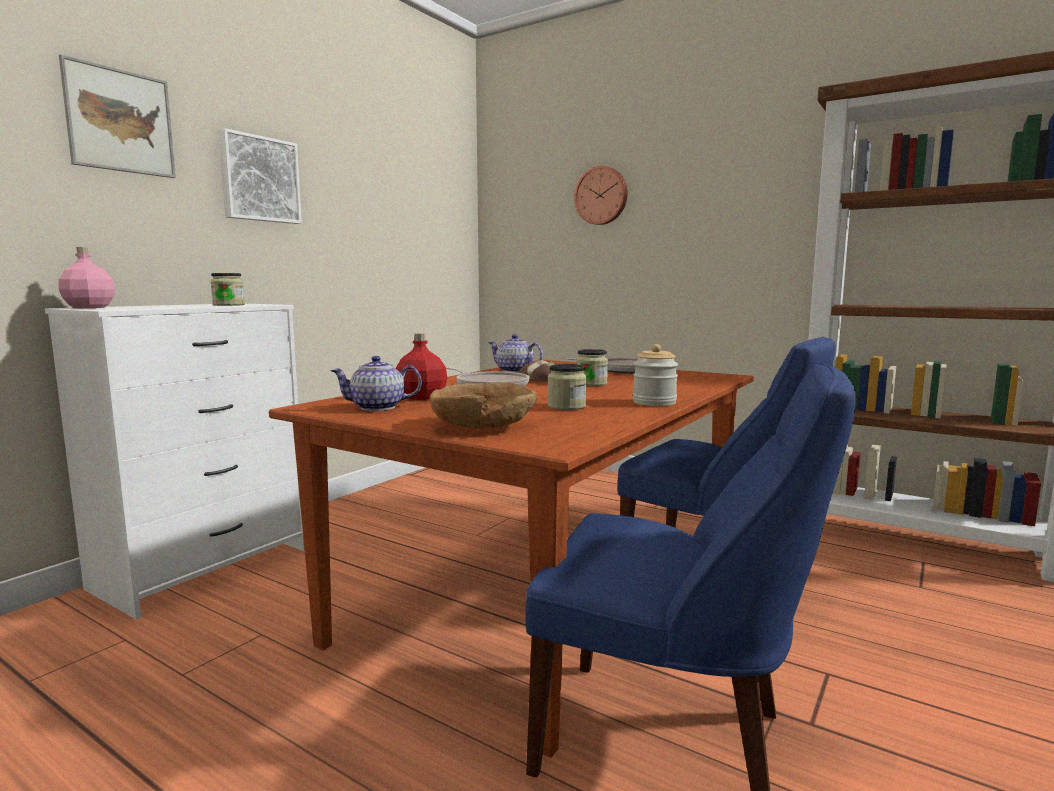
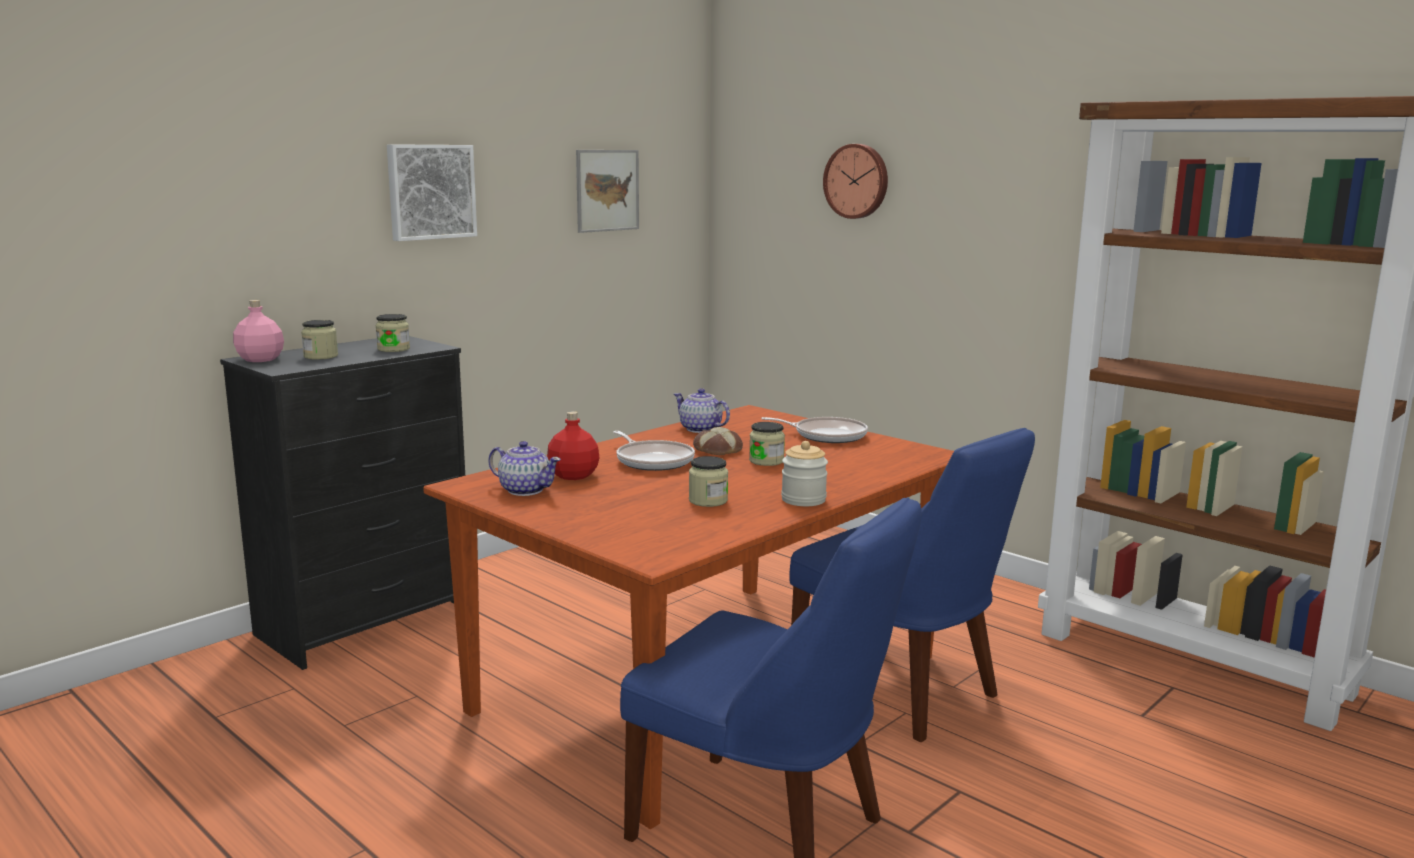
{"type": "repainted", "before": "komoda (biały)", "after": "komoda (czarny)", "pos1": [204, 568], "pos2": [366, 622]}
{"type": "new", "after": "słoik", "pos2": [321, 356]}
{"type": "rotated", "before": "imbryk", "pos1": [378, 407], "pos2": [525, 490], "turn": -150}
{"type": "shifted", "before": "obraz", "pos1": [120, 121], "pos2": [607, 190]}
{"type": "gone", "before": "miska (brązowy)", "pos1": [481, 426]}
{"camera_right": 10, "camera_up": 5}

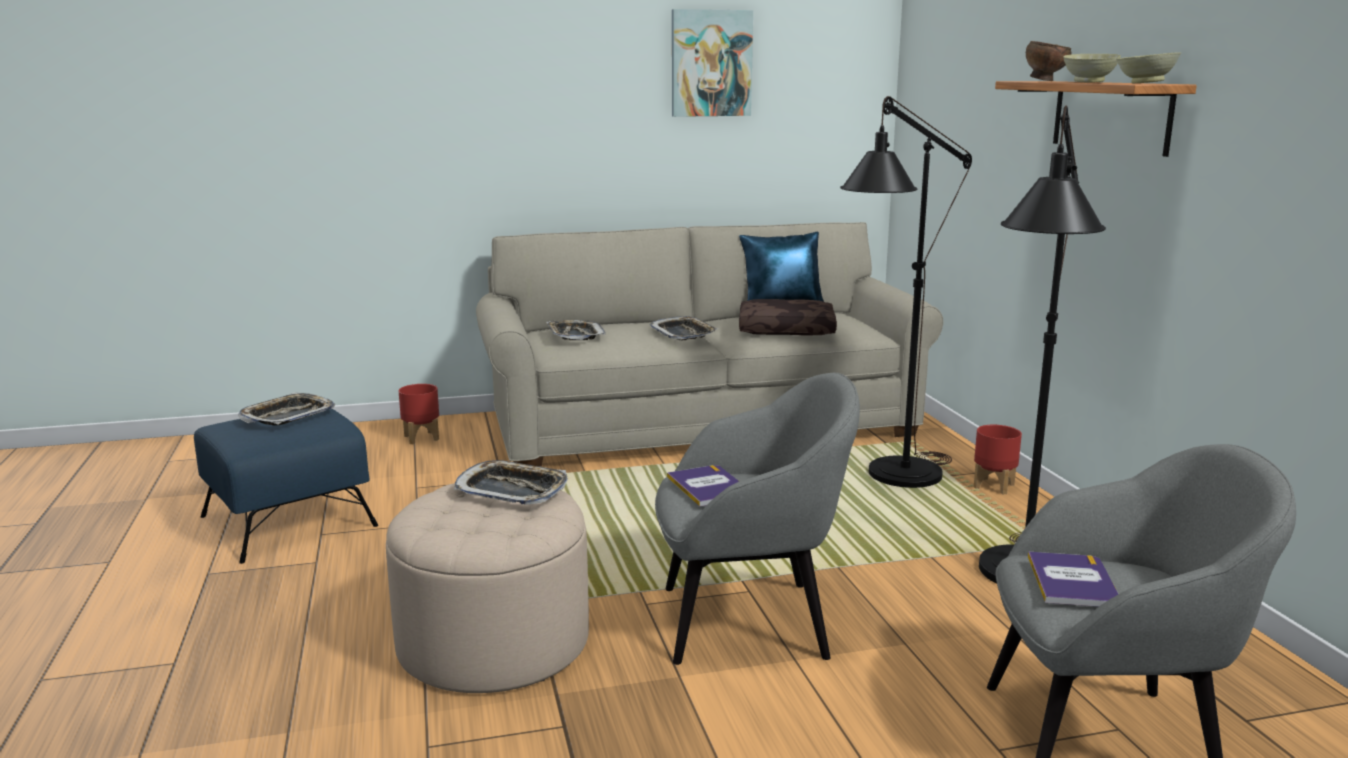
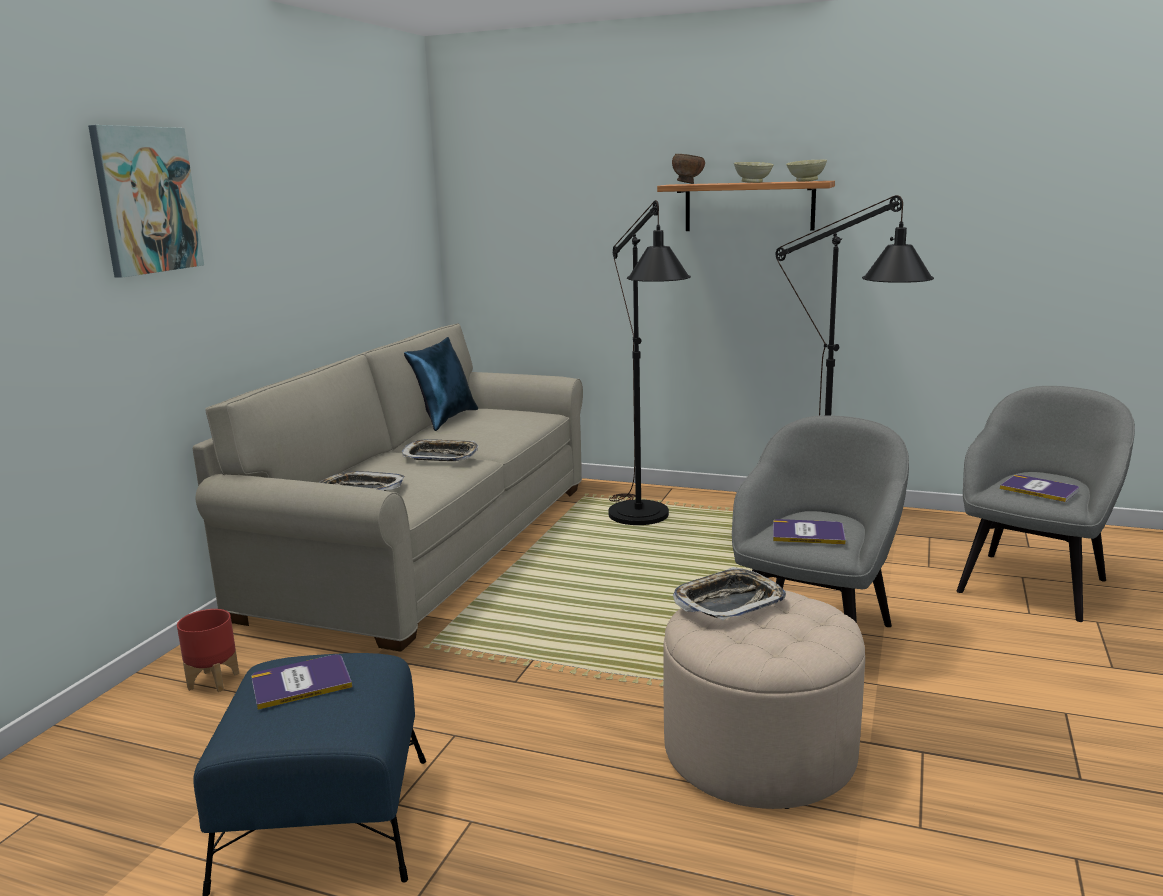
{"type": "shifted", "before": "obraz", "pos1": [711, 63], "pos2": [146, 200]}
{"type": "swapped", "before": "taca", "after": "książka", "pos1": [287, 416], "pos2": [301, 682]}
{"type": "gone", "before": "poduszka (brązowy)", "pos1": [787, 330]}
{"type": "gone", "before": "donica (czerwony)", "pos1": [994, 486]}
{"camera_right": -55, "camera_up": 0}

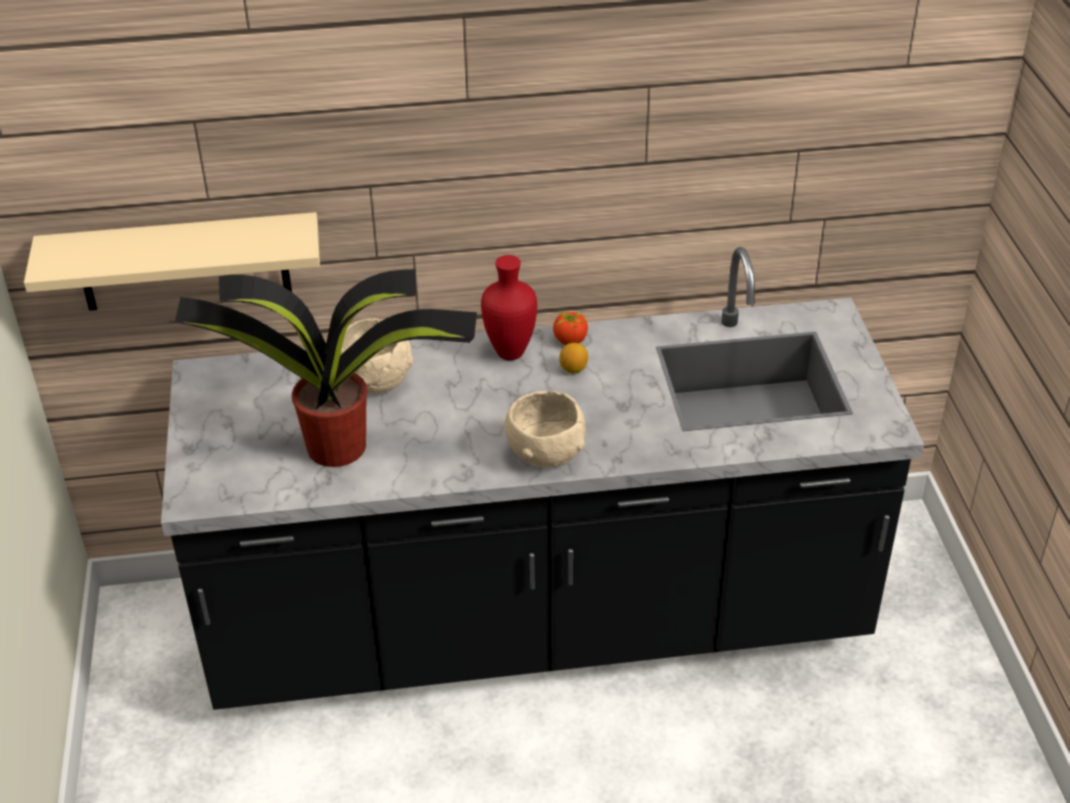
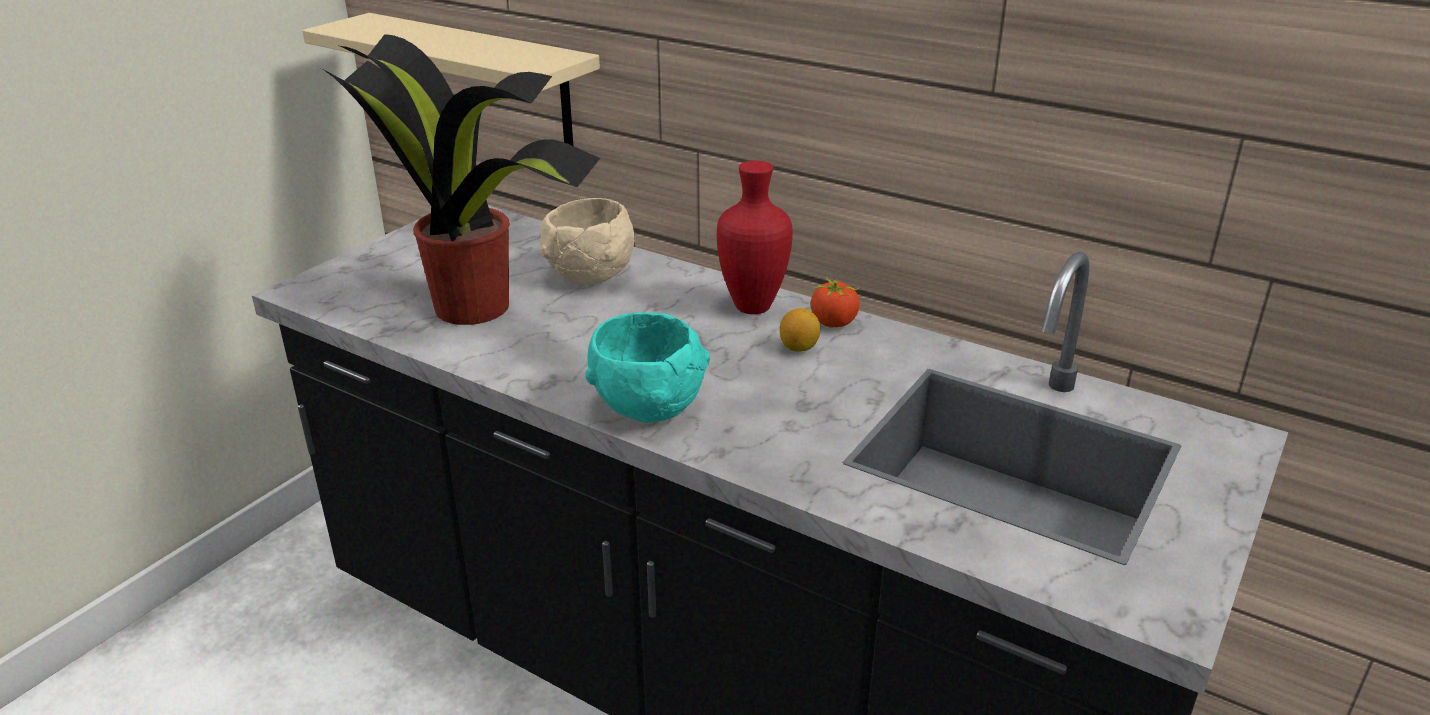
{"type": "repainted", "before": "miska (beżowy)", "after": "miska (turkusowy)", "pos1": [545, 455], "pos2": [647, 408]}
{"camera_right": 40, "camera_up": -10}

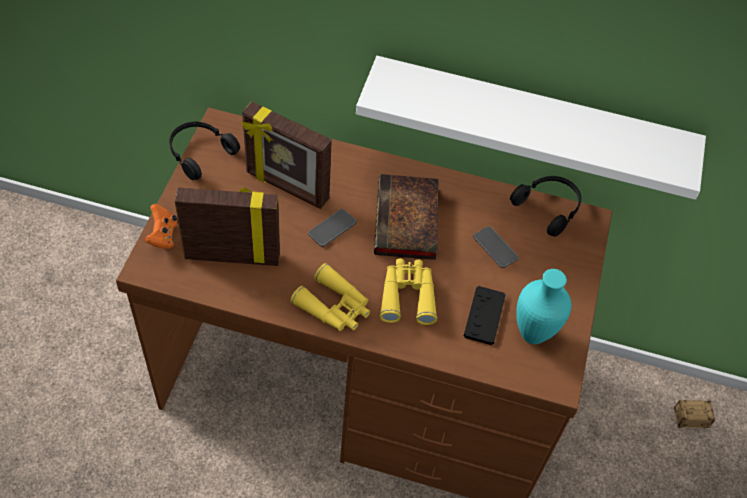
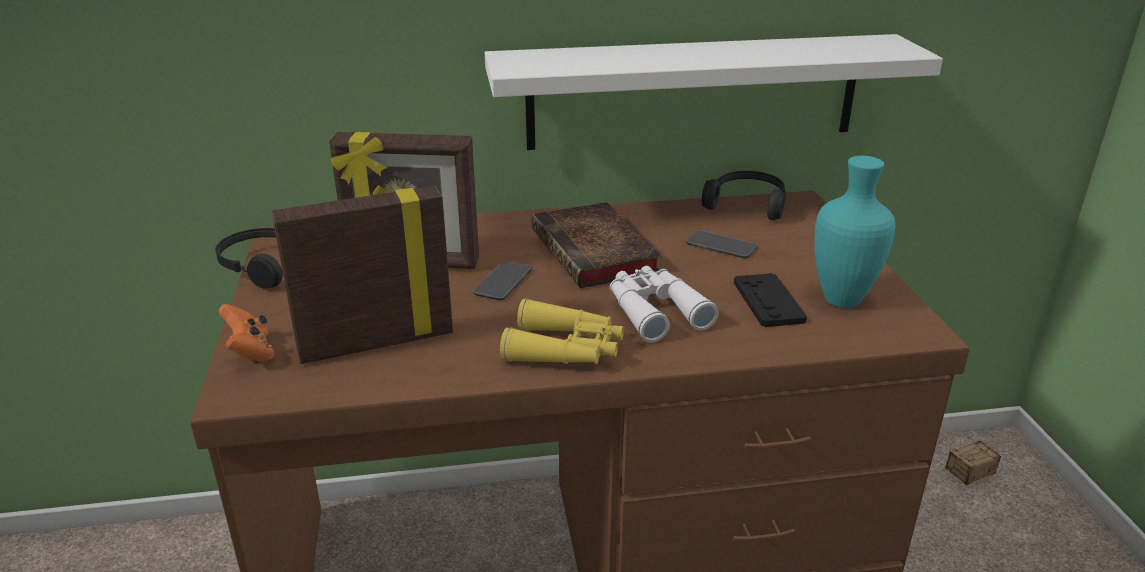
{"type": "repainted", "before": "lornetka (żółty)", "after": "lornetka (biały)", "pos1": [407, 295], "pos2": [655, 311]}
{"camera_right": -20, "camera_up": -25}

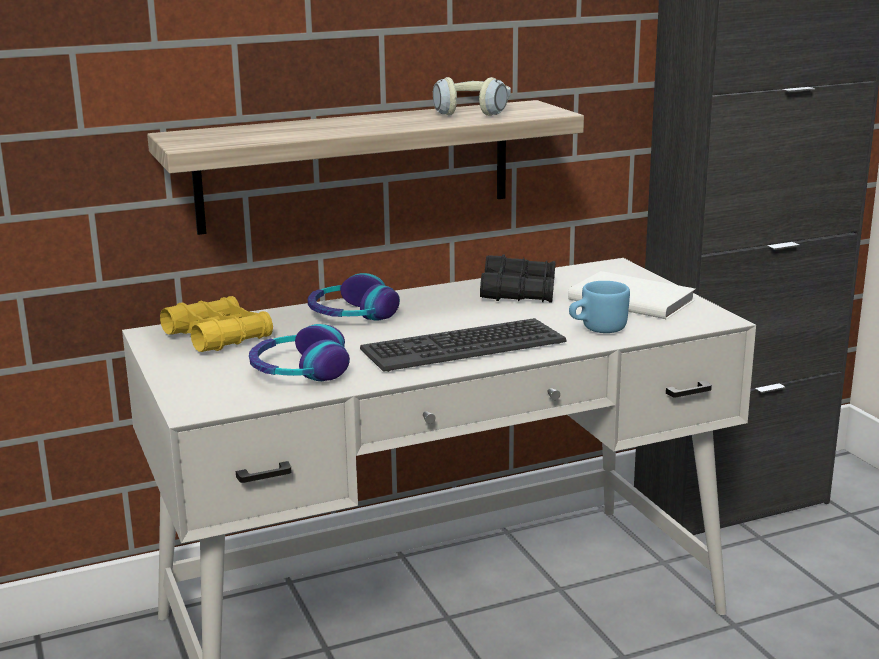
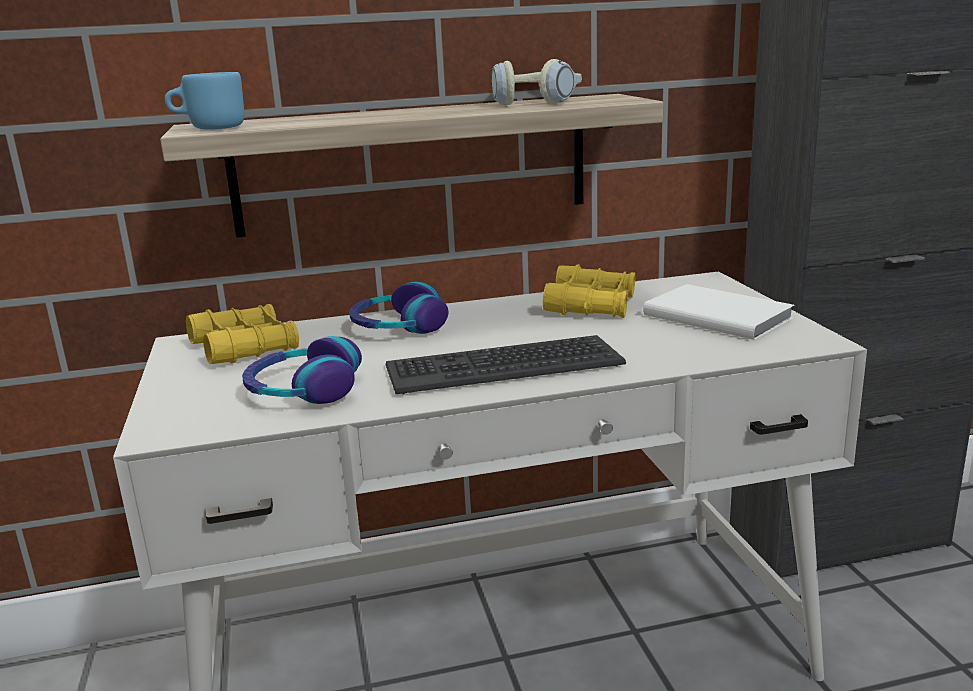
{"type": "shifted", "before": "kubek (niebieski)", "pos1": [597, 329], "pos2": [209, 128]}
{"type": "repainted", "before": "lornetka (czarny)", "after": "lornetka (żółty)", "pos1": [519, 291], "pos2": [591, 305]}
{"camera_right": 10, "camera_up": 0}

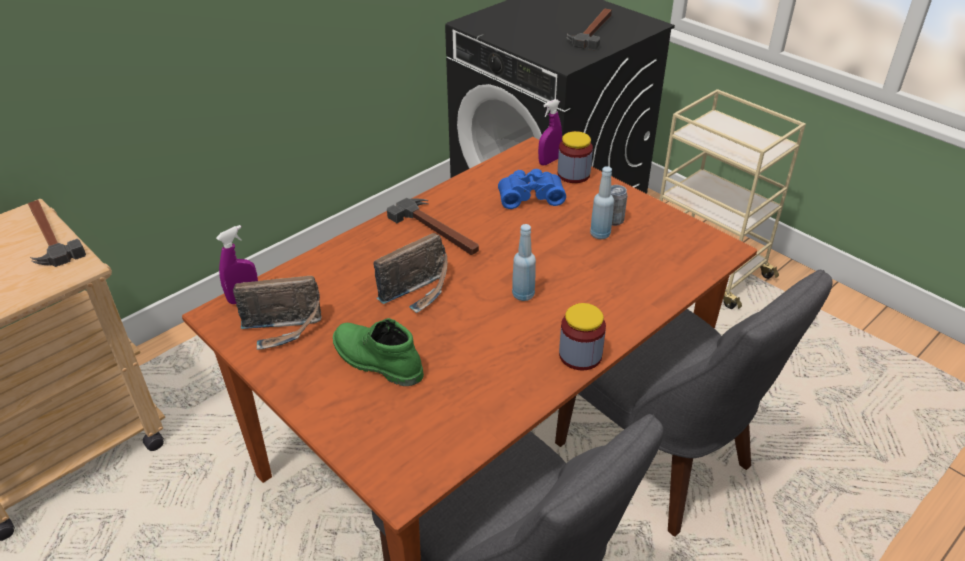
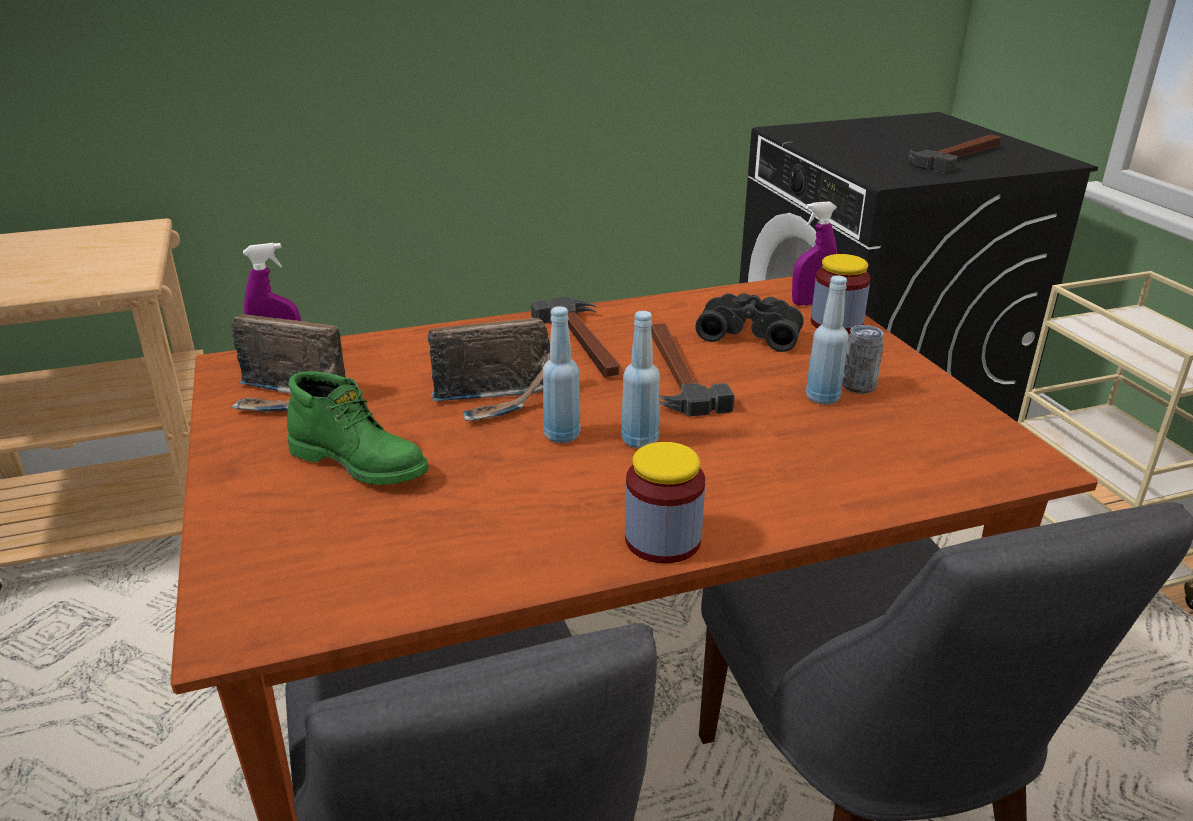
{"type": "rotated", "before": "but z cholewką (zielony)", "pos1": [376, 362], "pos2": [361, 463], "turn": 150}
{"type": "new", "after": "butelka (niebieski)", "pos2": [561, 435]}
{"type": "shifted", "before": "młotek", "pos1": [48, 235], "pos2": [675, 373]}
{"type": "repainted", "before": "lornetka (niebieski)", "after": "lornetka (czarny)", "pos1": [530, 195], "pos2": [750, 333]}
{"camera_right": 25, "camera_up": -10}

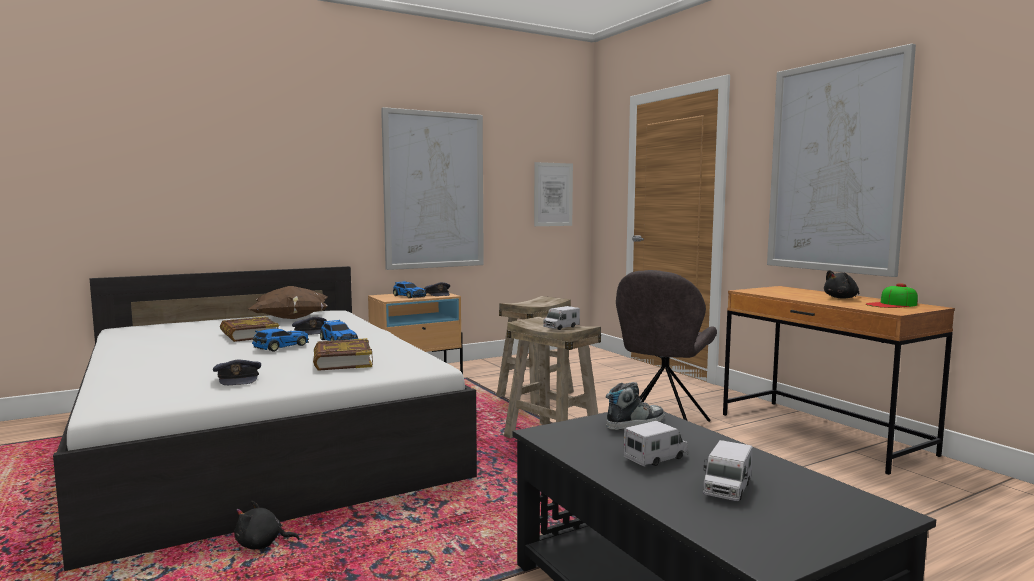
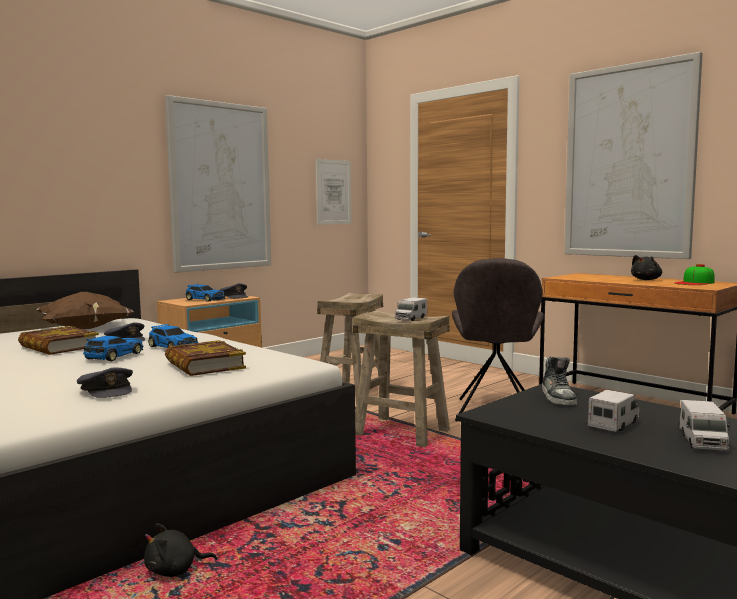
{"type": "rotated", "before": "but", "pos1": [635, 422], "pos2": [558, 397], "turn": 135}
{"camera_right": -15, "camera_up": 0}

